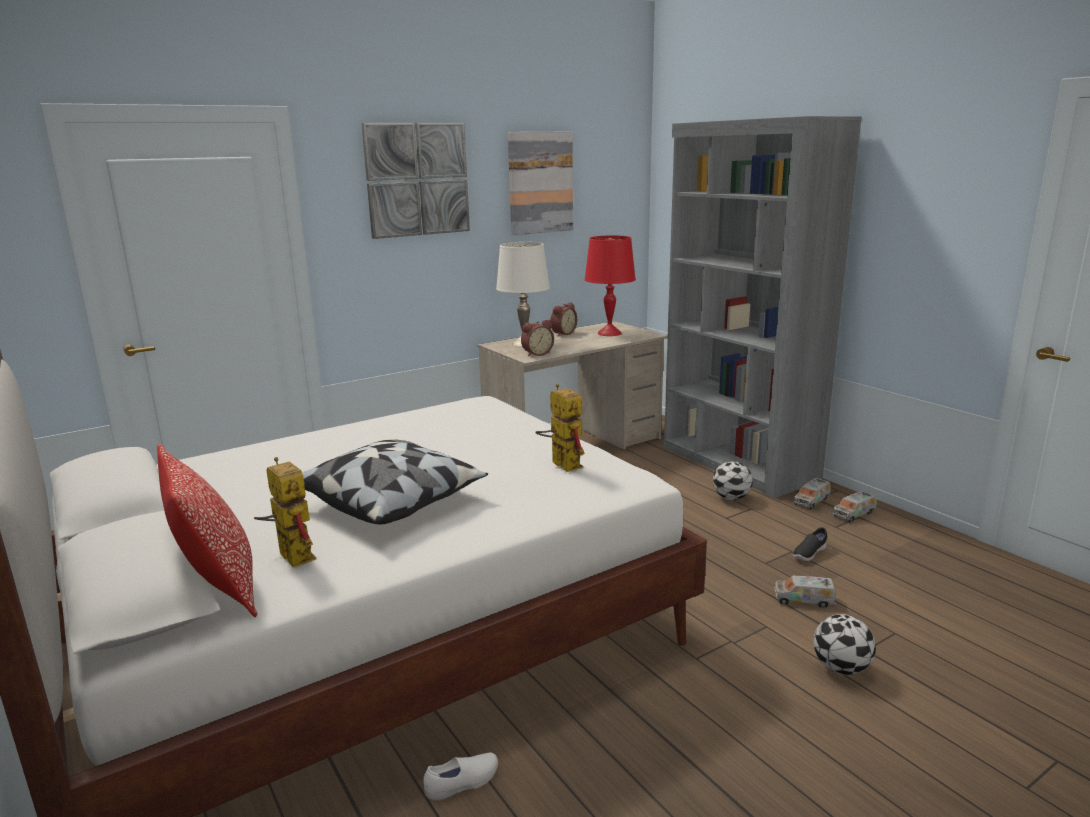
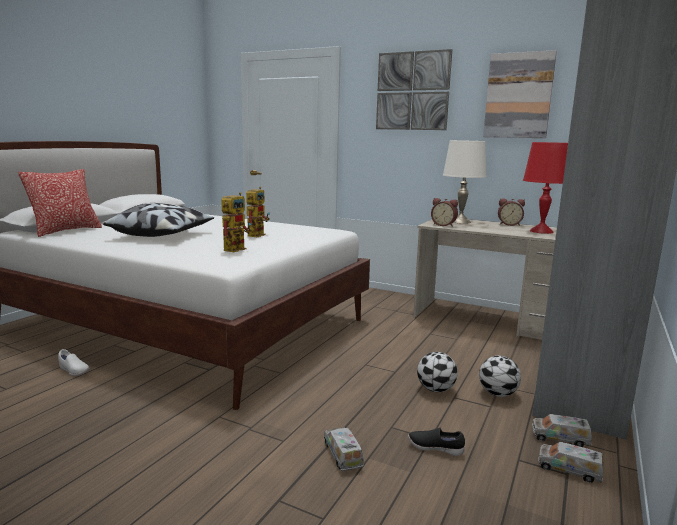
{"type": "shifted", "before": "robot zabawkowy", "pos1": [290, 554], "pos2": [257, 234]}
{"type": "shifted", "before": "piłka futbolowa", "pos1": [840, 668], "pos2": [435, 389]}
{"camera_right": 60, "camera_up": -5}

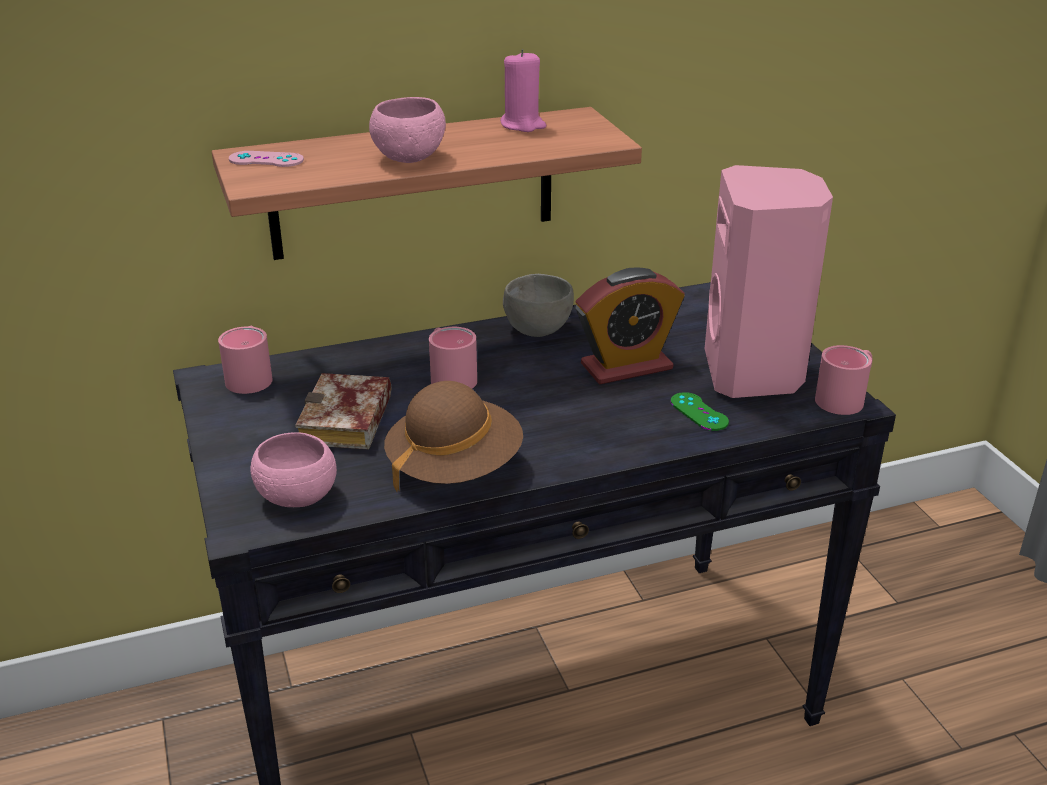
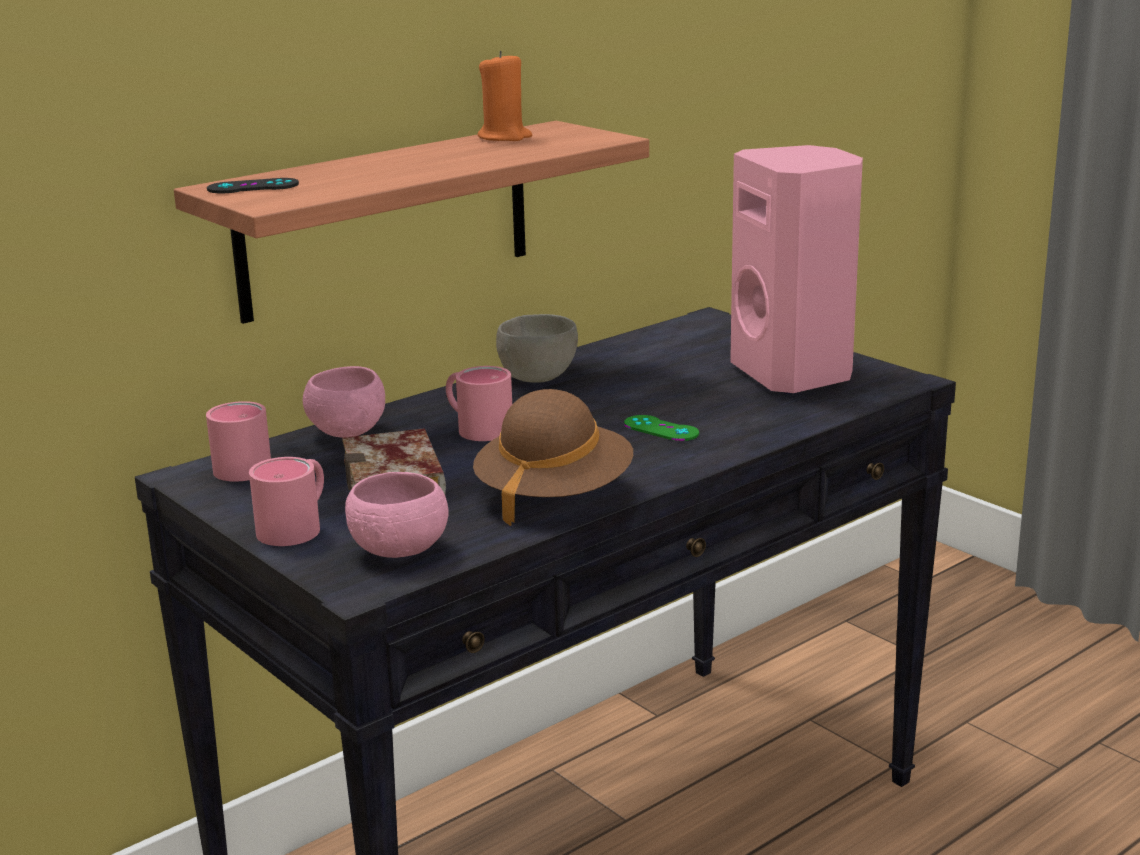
{"type": "repainted", "before": "pad do gier (różowy)", "after": "pad do gier (czarny)", "pos1": [266, 160], "pos2": [253, 187]}
{"type": "shifted", "before": "kubek (różowy)", "pos1": [846, 397], "pos2": [297, 525]}
{"type": "shifted", "before": "miska (różowy)", "pos1": [408, 158], "pos2": [347, 432]}
{"type": "repainted", "before": "świeca (różowy)", "after": "świeca (pomarańczowy)", "pos1": [523, 125], "pos2": [504, 137]}
{"type": "shifted", "before": "pad do gier (zielony)", "pos1": [699, 412], "pos2": [661, 429]}
{"type": "gone", "before": "budzik", "pos1": [626, 367]}
{"camera_right": -20, "camera_up": -10}

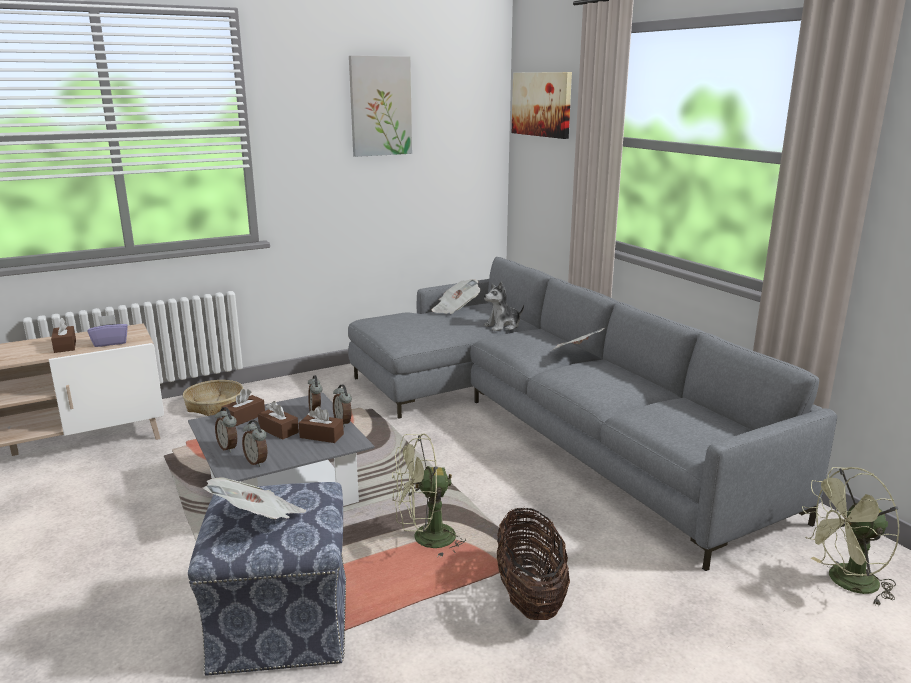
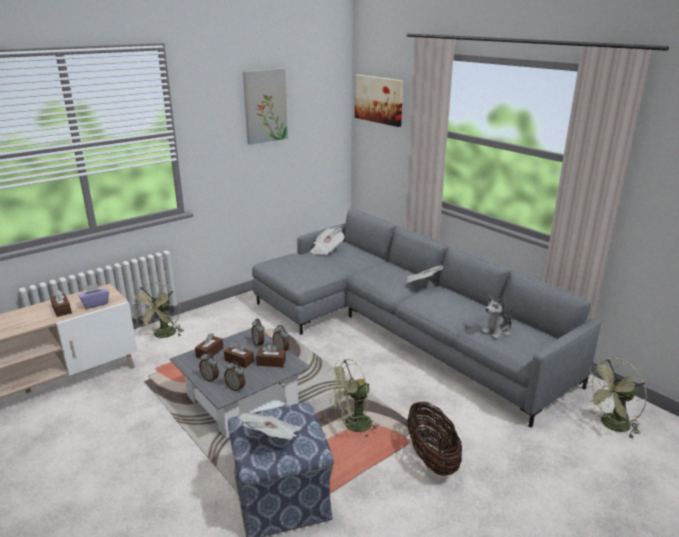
{"type": "swapped", "before": "koszyk", "after": "wentylator (beżowy)", "pos1": [215, 405], "pos2": [163, 335]}
{"type": "shifted", "before": "pluszak", "pos1": [503, 326], "pos2": [497, 331]}
{"camera_right": -10, "camera_up": 5}

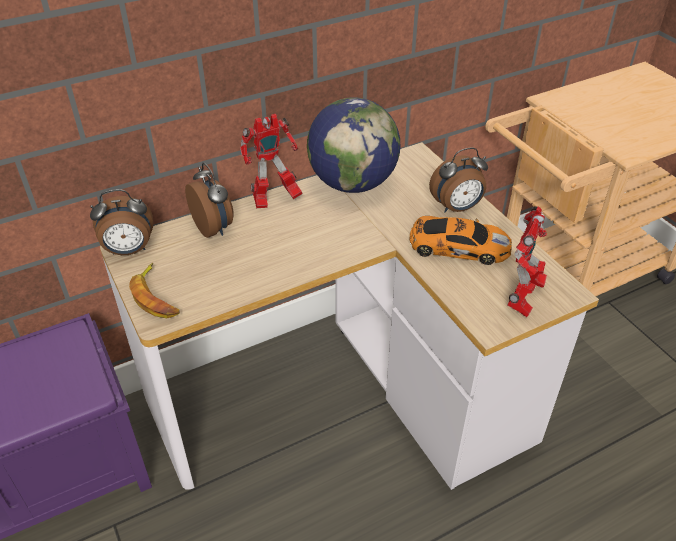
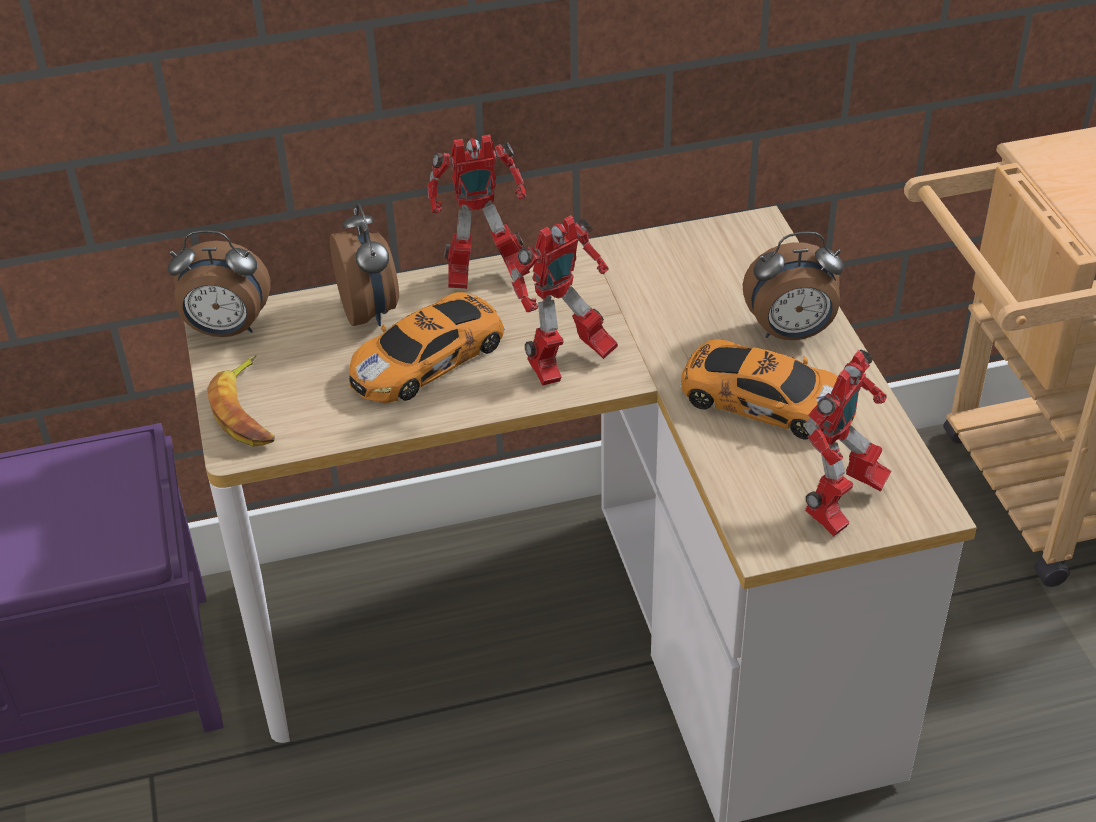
{"type": "new", "after": "samochodzik", "pos2": [430, 358]}
{"type": "new", "after": "robot zabawkowy", "pos2": [566, 364]}
{"type": "gone", "before": "globus", "pos1": [352, 183]}
{"camera_right": 15, "camera_up": 0}

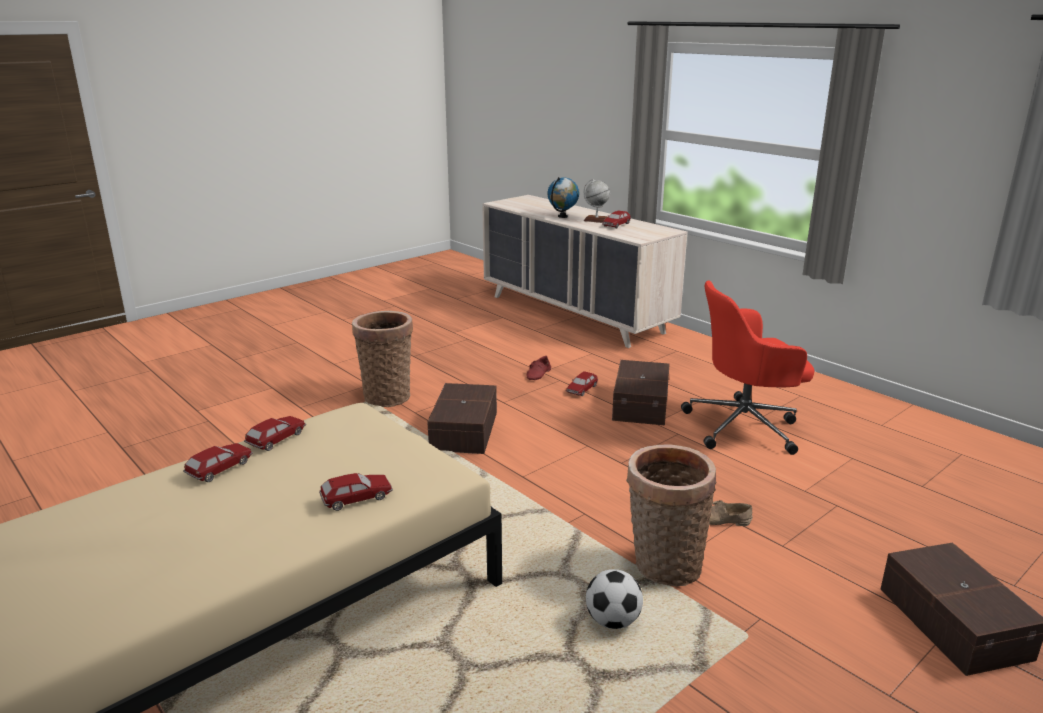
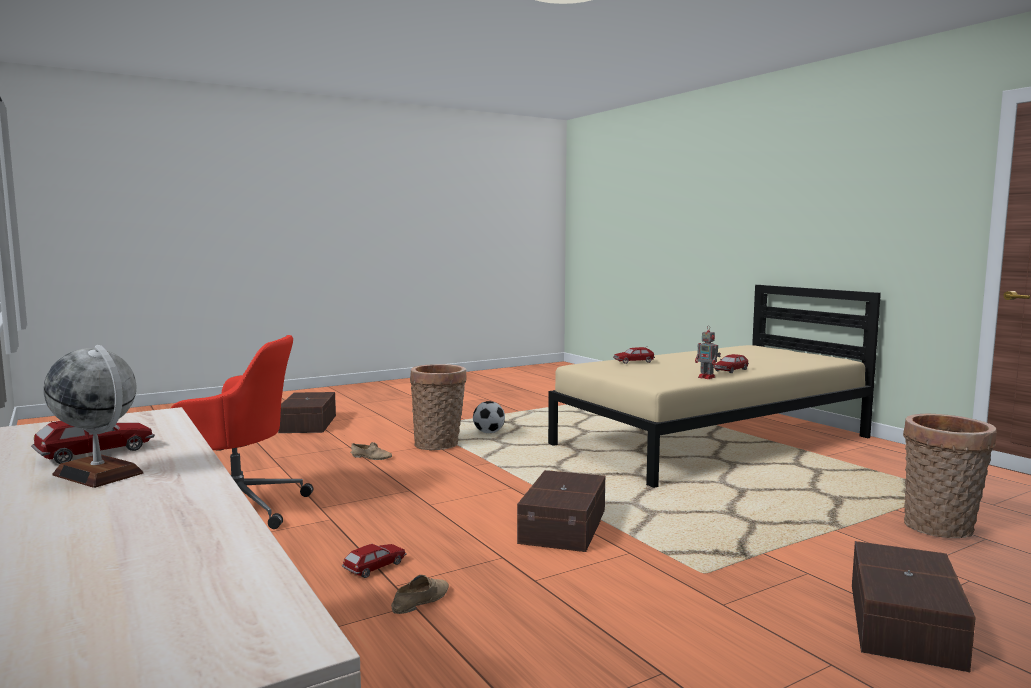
{"type": "repainted", "before": "but (czerwony)", "after": "but (beżowy)", "pos1": [539, 374], "pos2": [420, 600]}
{"type": "swapped", "before": "samochodzik", "after": "robot zabawkowy", "pos1": [276, 439], "pos2": [707, 377]}
{"type": "shifted", "before": "pojemnik do przechowywania (brązowy)", "pos1": [642, 404], "pos2": [901, 624]}
{"type": "shifted", "before": "koszyk", "pos1": [387, 395], "pos2": [940, 529]}
{"type": "gone", "before": "globus", "pos1": [562, 216]}
{"camera_right": -170, "camera_up": -15}

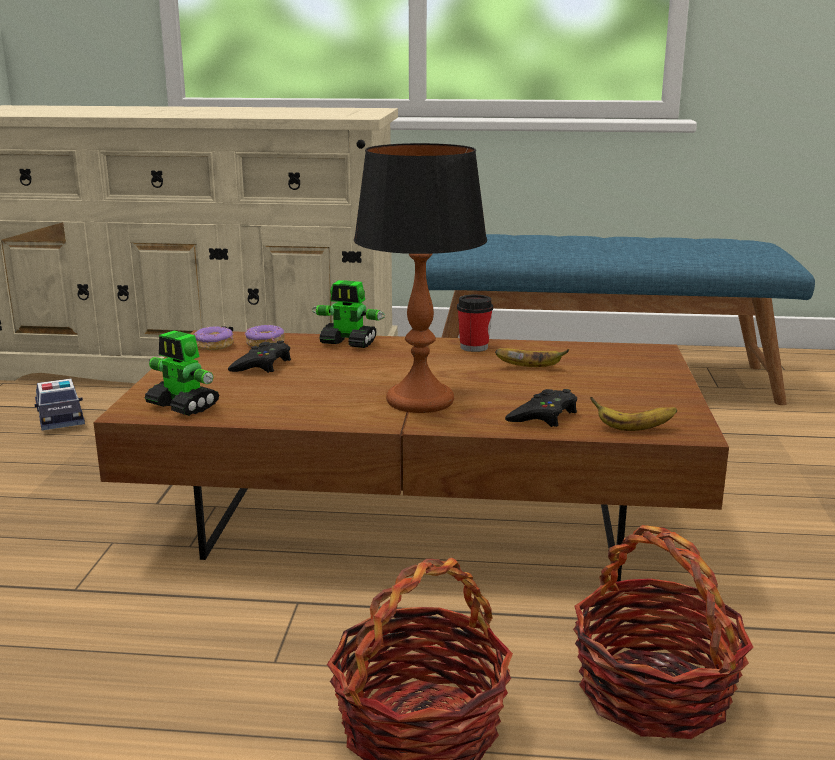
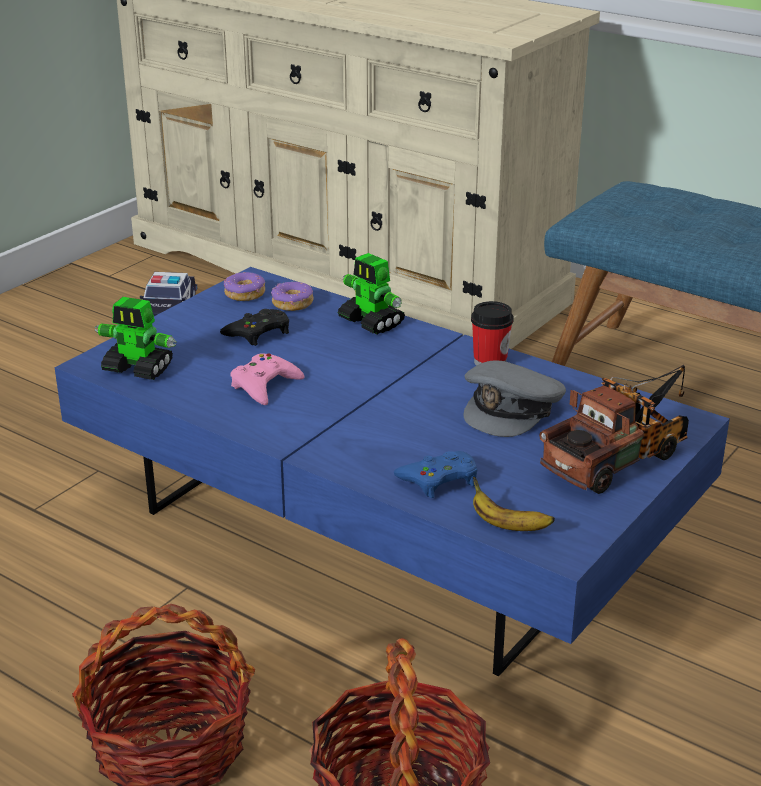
{"type": "repainted", "before": "ława (brązowy)", "after": "ława (niebieski)", "pos1": [419, 514], "pos2": [383, 528]}
{"type": "rotated", "before": "robot zabawkowy", "pos1": [183, 406], "pos2": [138, 369], "turn": -45}
{"type": "new", "after": "pad do gier (różowy)", "pos2": [264, 385]}
{"type": "repainted", "before": "pad do gier (czarny)", "after": "pad do gier (niebieski)", "pos1": [543, 416], "pos2": [439, 479]}
{"type": "swapped", "before": "banan", "after": "czapka z daszkiem (szary)", "pos1": [530, 367], "pos2": [512, 408]}
{"type": "new", "after": "ciężarówka zabawkowa", "pos2": [621, 457]}
{"type": "gone", "before": "lampa stołowa", "pos1": [420, 401]}
{"camera_right": 30, "camera_up": 10}

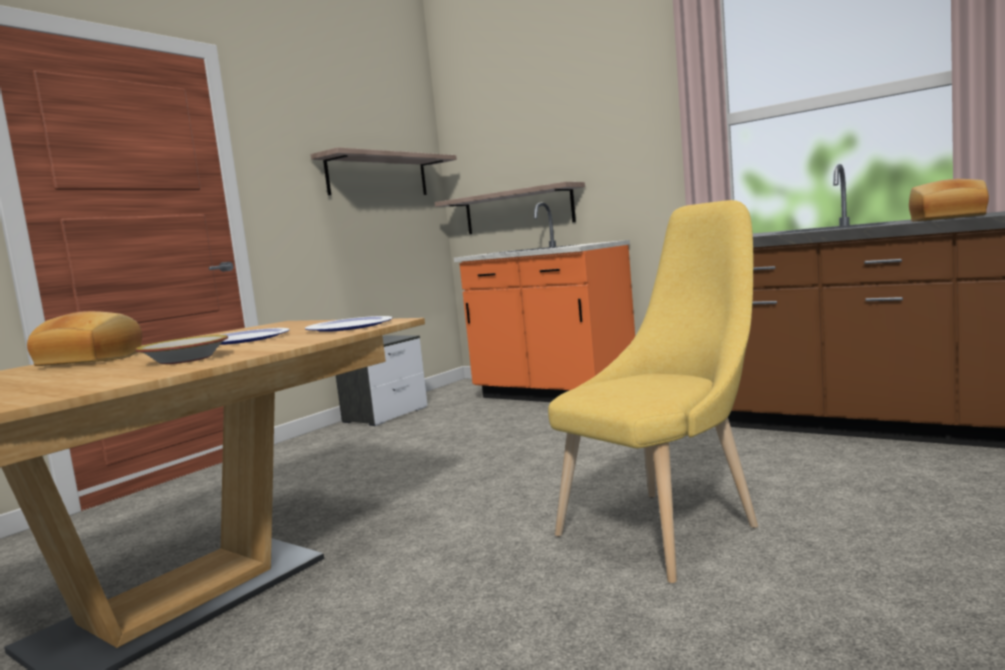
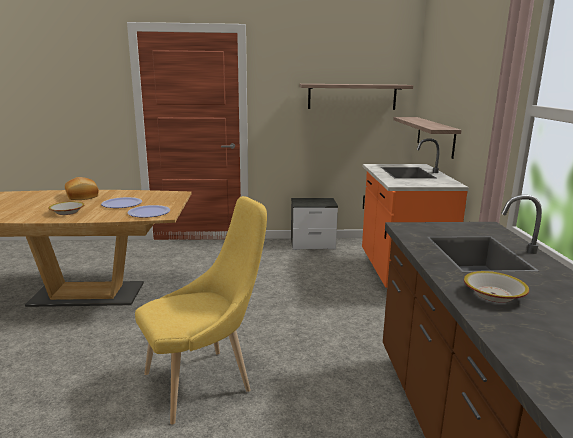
{"type": "rotated", "before": "krzesło (żółty)", "pos1": [667, 528], "pos2": [204, 381], "turn": -45}
{"type": "swapped", "before": "chleb", "after": "miska", "pos1": [948, 218], "pos2": [493, 294]}
{"camera_right": 50, "camera_up": 10}

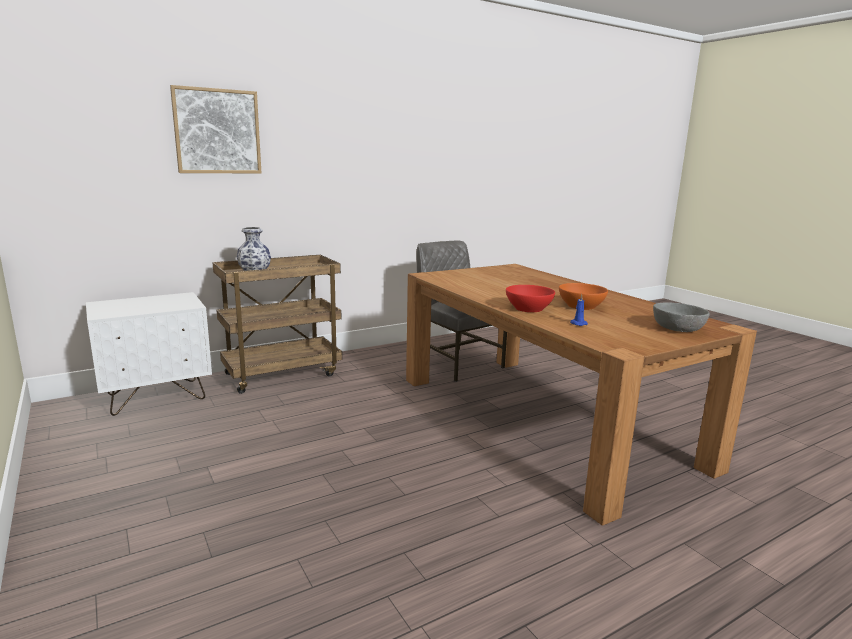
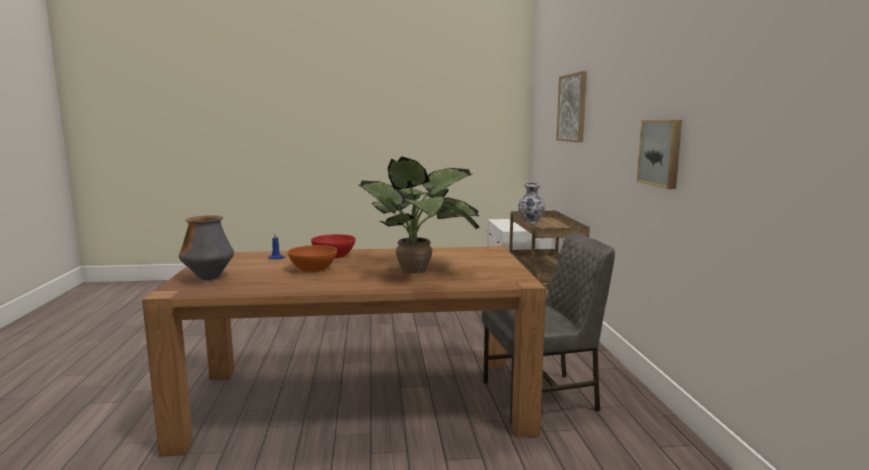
{"type": "swapped", "before": "miska (szary)", "after": "wazon", "pos1": [677, 328], "pos2": [209, 278]}
{"type": "new", "after": "roślina doniczkowa", "pos2": [419, 269]}
{"type": "new", "after": "obraz", "pos2": [661, 153]}
{"camera_right": 115, "camera_up": -5}

